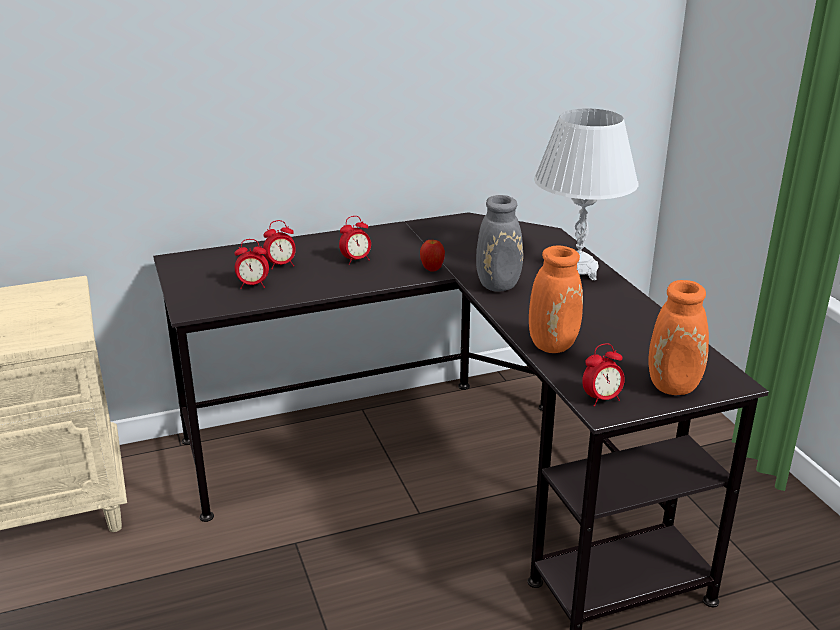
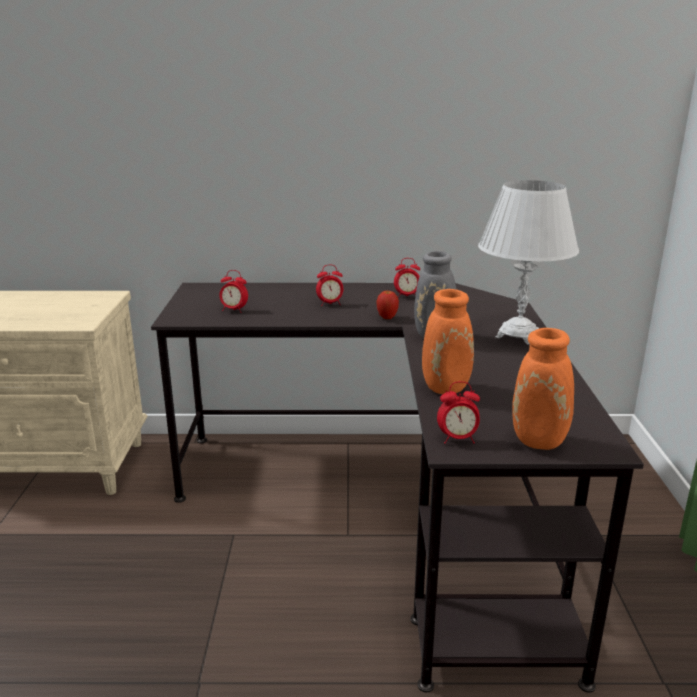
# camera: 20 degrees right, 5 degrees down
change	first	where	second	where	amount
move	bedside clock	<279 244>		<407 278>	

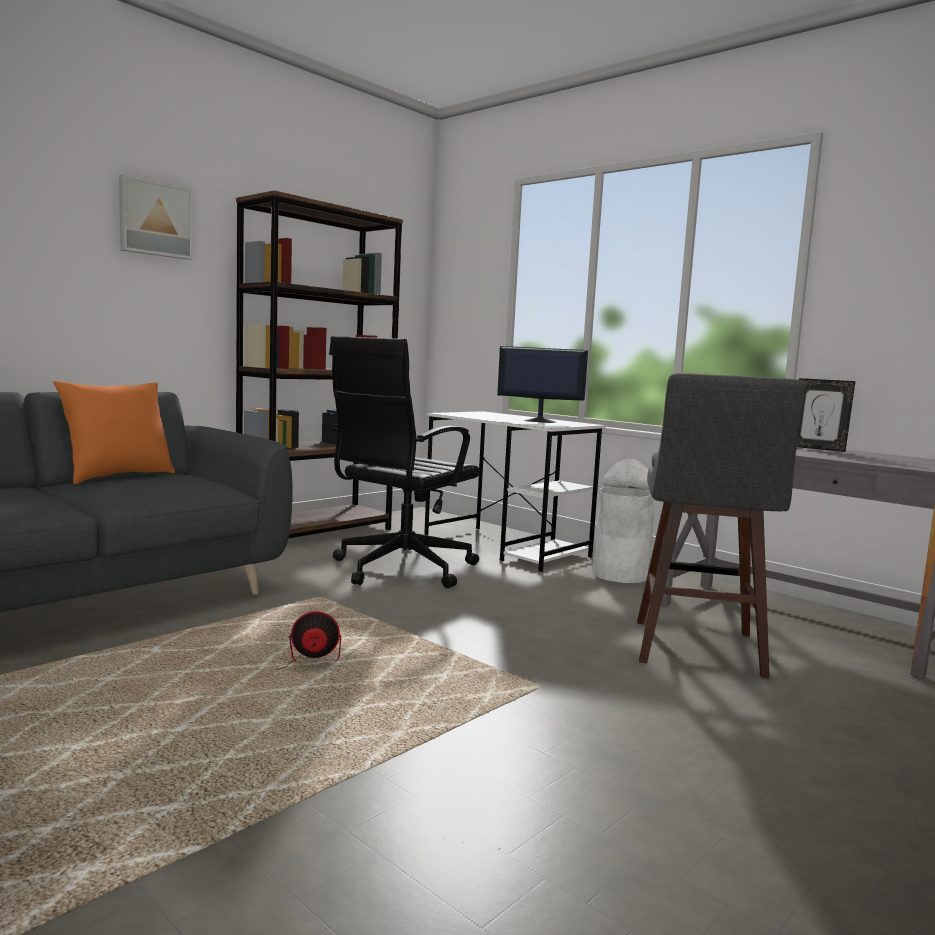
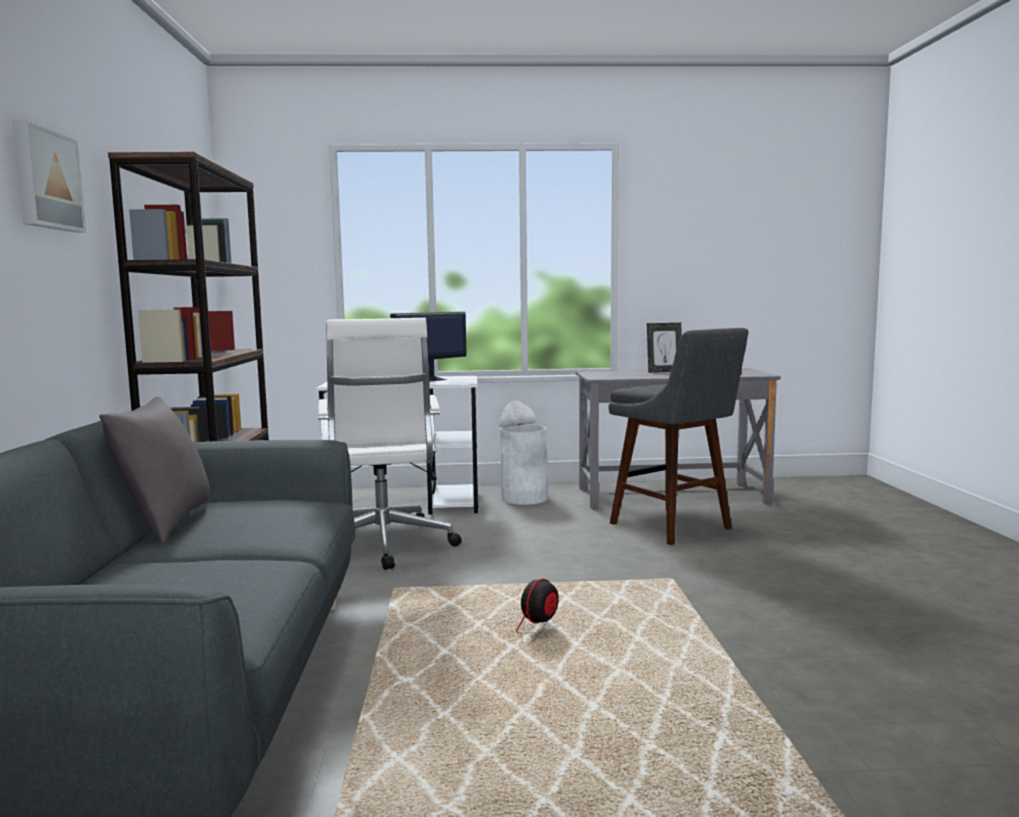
# camera: 45 degrees left, 0 degrees up
change	first	where	second	where	amount
recolor	orange-coloured throw pillow	<114 432>	greyish throw pillow	<154 470>	
recolor	blackish desk chair	<404 462>	whitish desk chair	<390 444>	

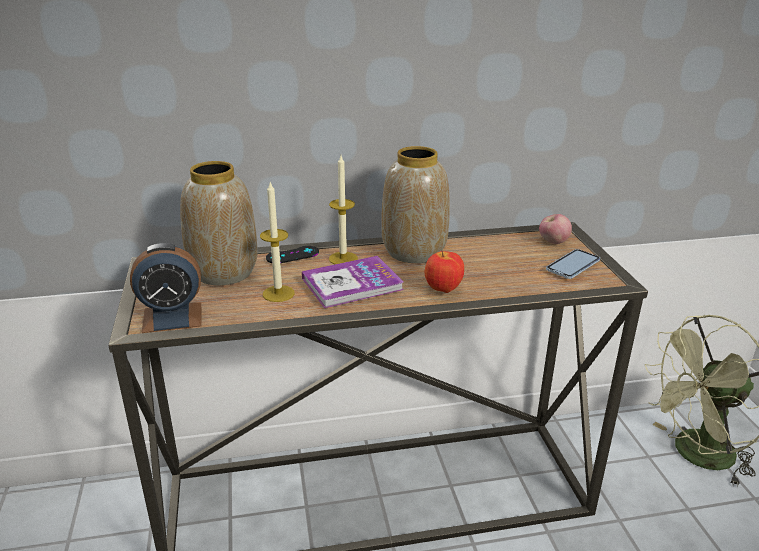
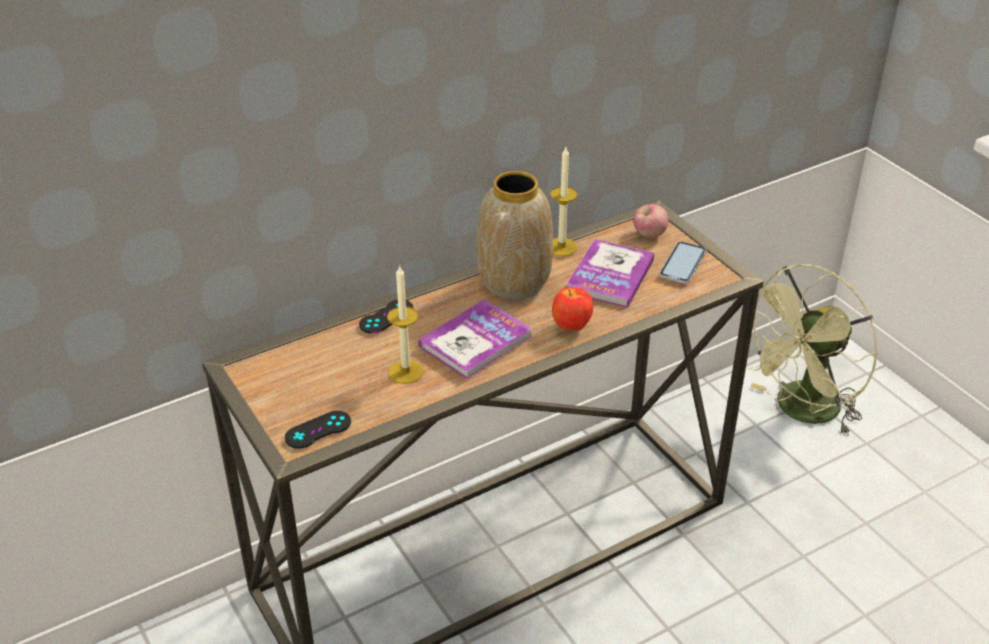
# camera: 20 degrees left, 10 degrees up
change	first	where	second	where	amount
delete	vase	<218 223>			
insert			book	<610 273>	
move	wax light	<343 210>		<563 201>	
replace	bedside clock	<166 288>	blackish game controller	<318 430>	

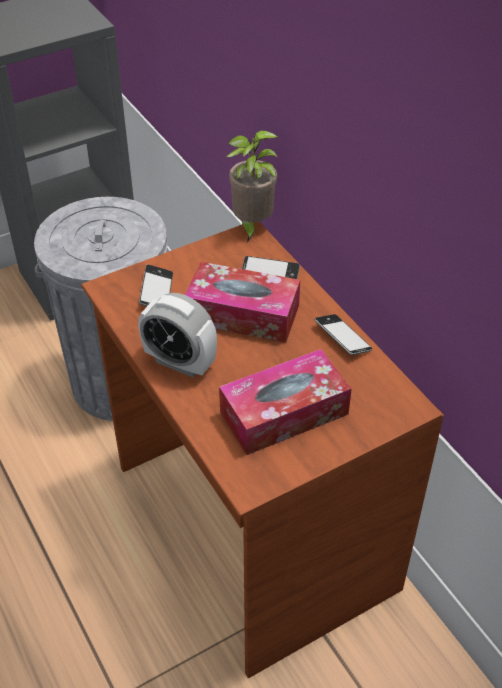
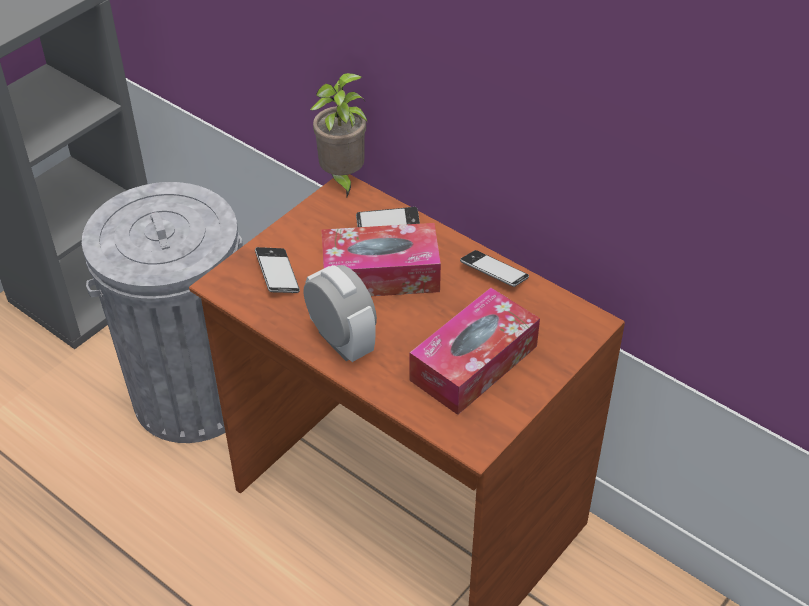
# camera: 20 degrees left, 0 degrees up
change	first	where	second	where	amount
rotate	bedside clock	<177 335>		<340 313>	135 degrees counterclockwise

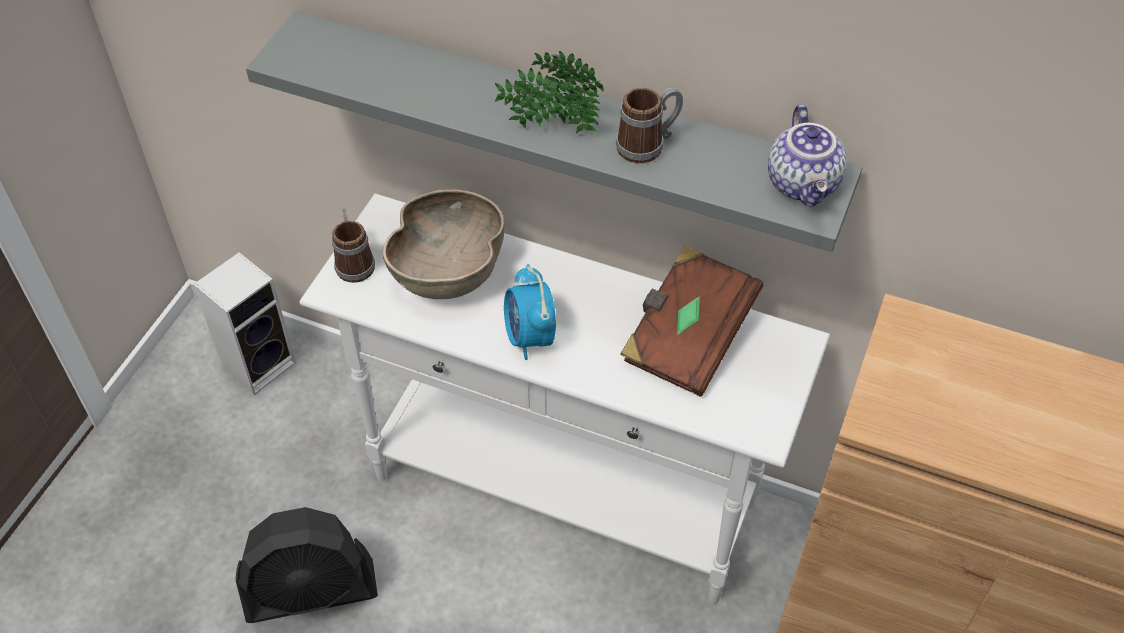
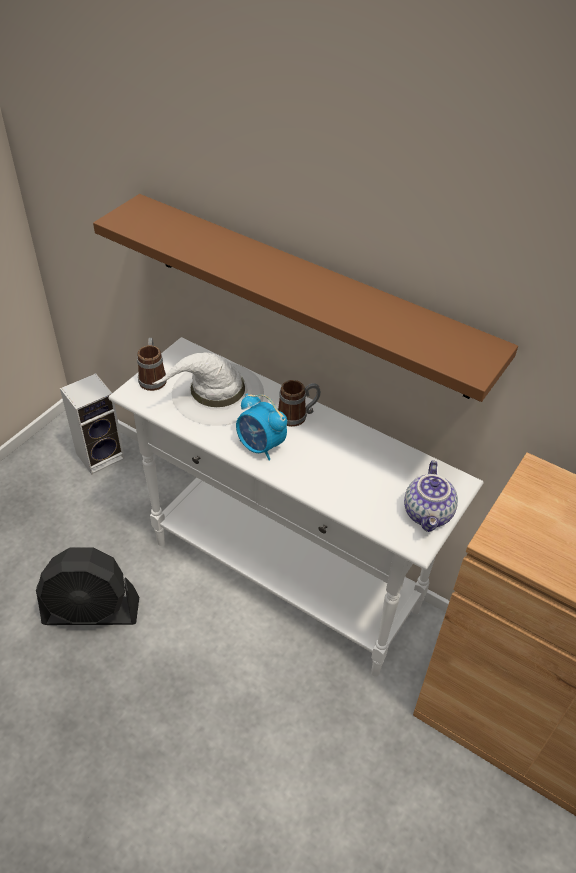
# camera: 10 degrees right, 5 degrees down
change	first	where	second	where	amount
delete	potted plant	<549 92>			
delete	brown-coloured book	<692 321>			
move	coffee mug	<649 125>		<299 403>	
move	teapot	<807 155>		<431 496>	
replace	brown-coloured bowl	<443 244>	whitish clothing hat	<208 389>	
recolor	greyish shelf	<554 131>	brown-coloured shelf	<305 298>	
rotate	bedside clock	<530 312>		<261 427>	45 degrees counterclockwise

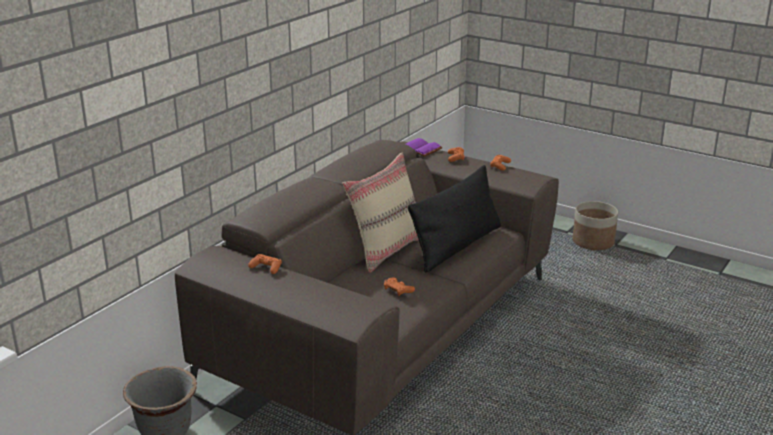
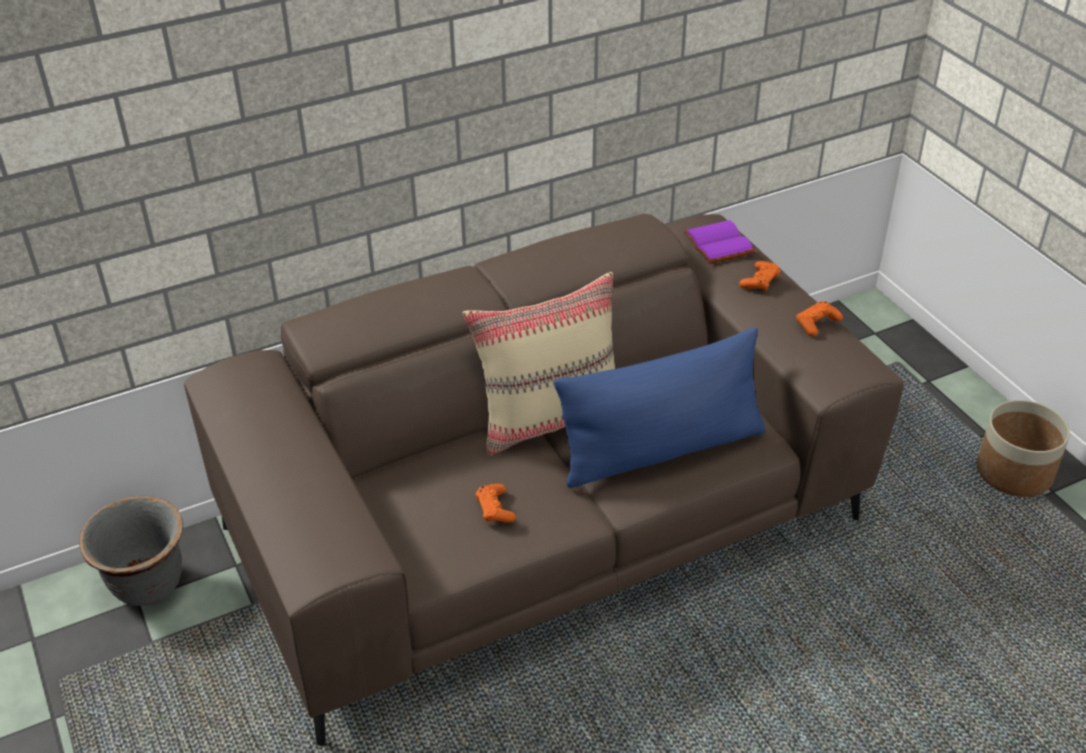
# camera: 30 degrees right, 15 degrees up
change	first	where	second	where	amount
delete	orange-coloured game controller	<265 264>			
recolor	blackish throw pillow	<454 219>	blue throw pillow	<660 408>	

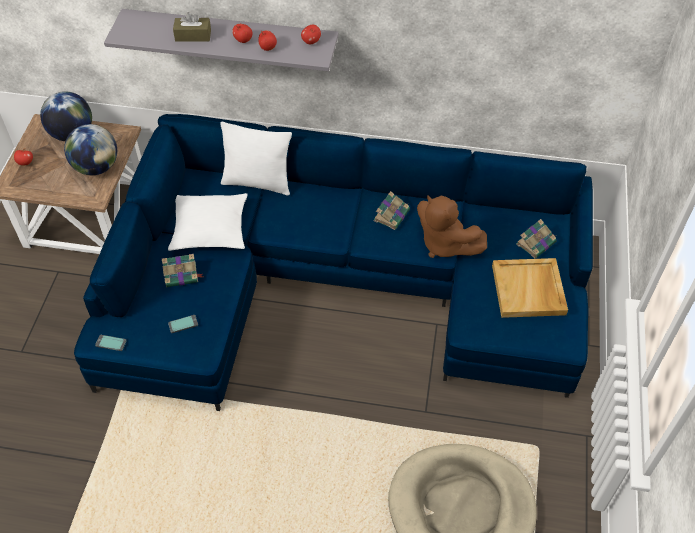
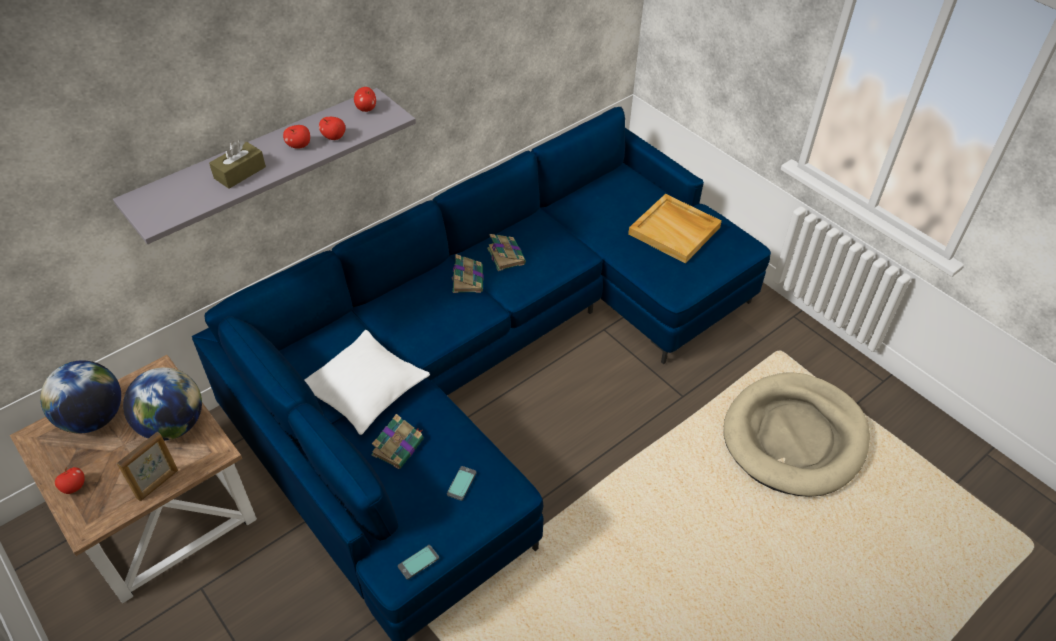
# camera: 50 degrees left, 5 degrees down
change	first	where	second	where	amount
delete	whitish throw pillow	<256 159>			
delete	brown-coloured soft toy	<452 226>			
insert			picture frame	<147 466>	
move	book	<536 238>		<467 273>	

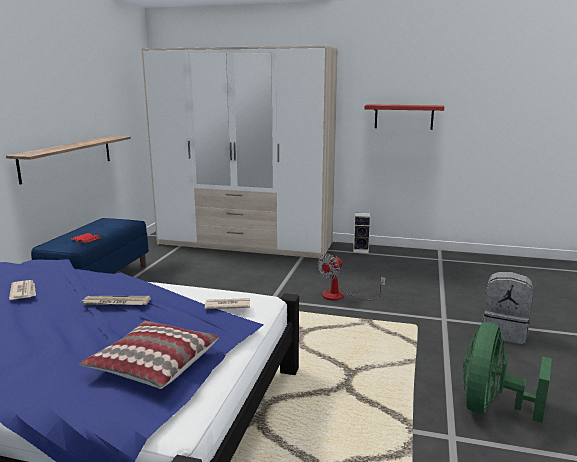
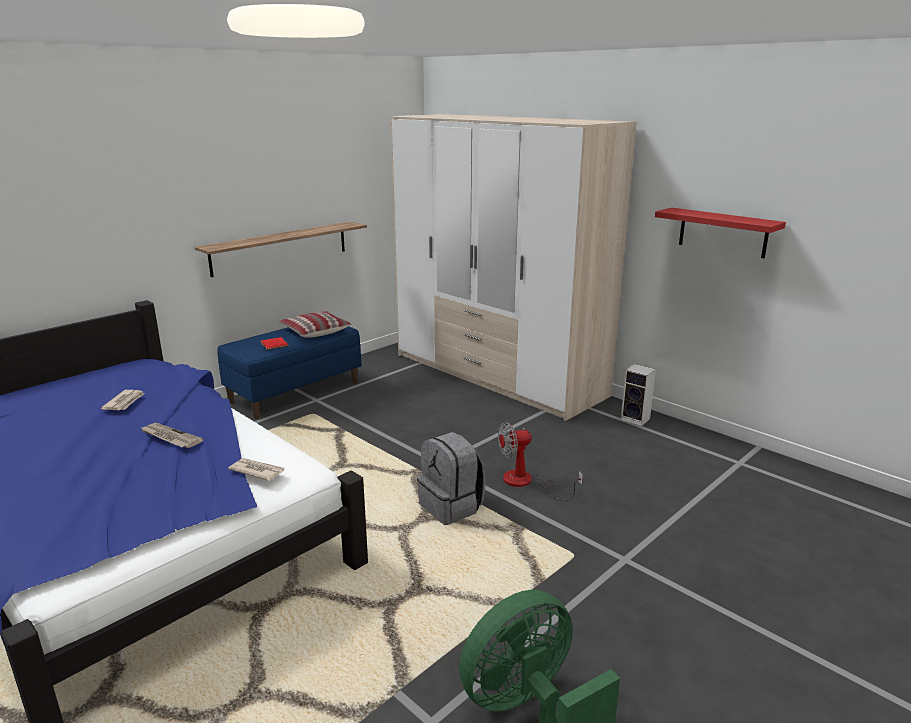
# camera: 30 degrees right, 5 degrees up
change	first	where	second	where	amount
move	throw pillow	<149 354>		<315 324>	
move	greyish rucksack	<507 308>		<451 478>	

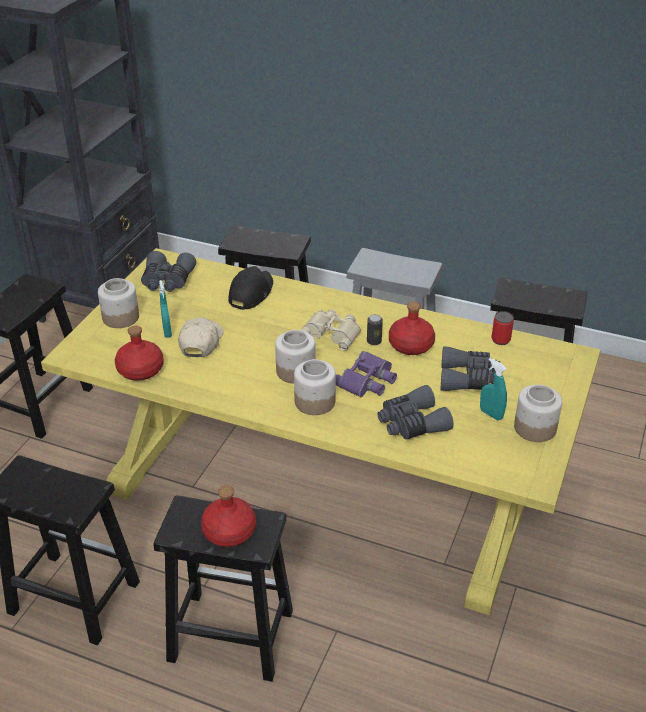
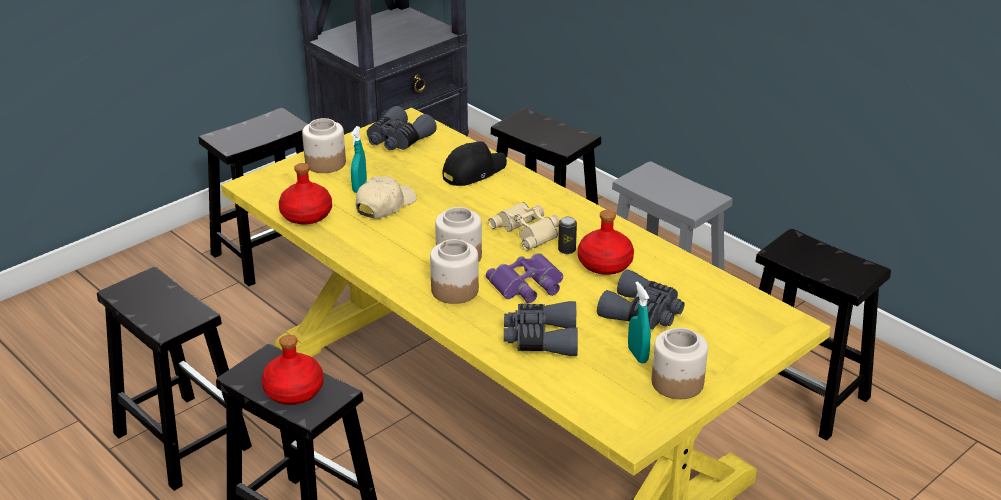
# camera: 25 degrees right, 5 degrees down
change	first	where	second	where	amount
delete	can	<503 328>			

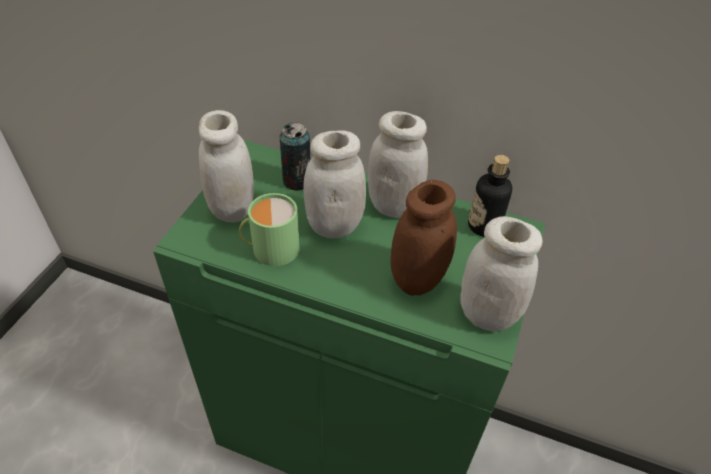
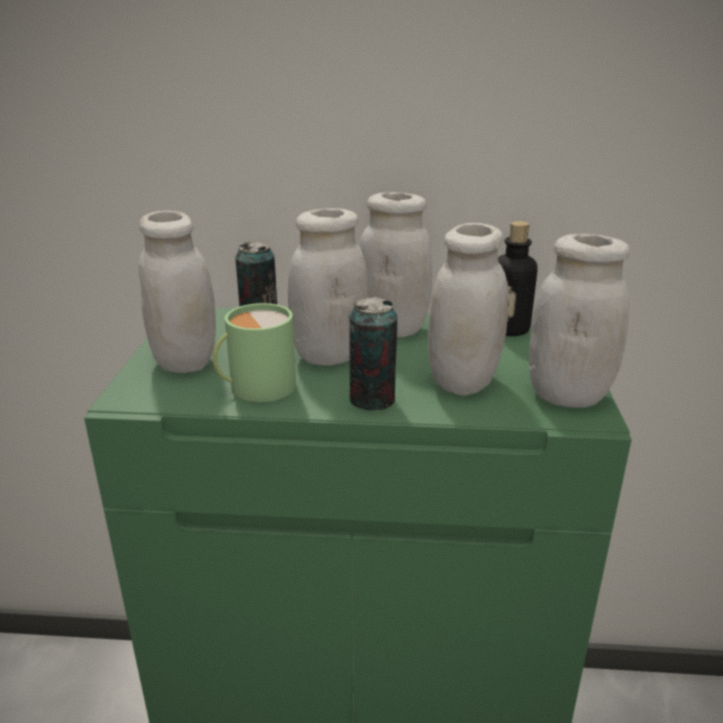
# camera: 15 degrees left, 20 degrees down
change	first	where	second	where	amount
insert			can	<373 354>	
recolor	brown-coloured jar	<424 238>	whitish jar	<468 309>	

